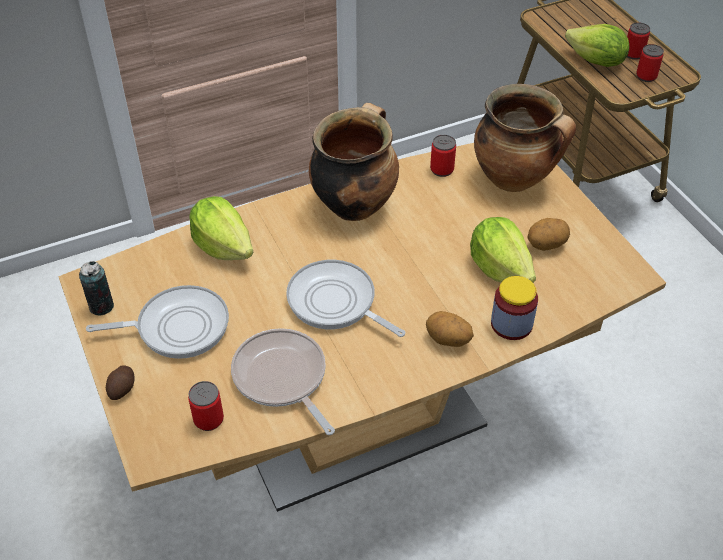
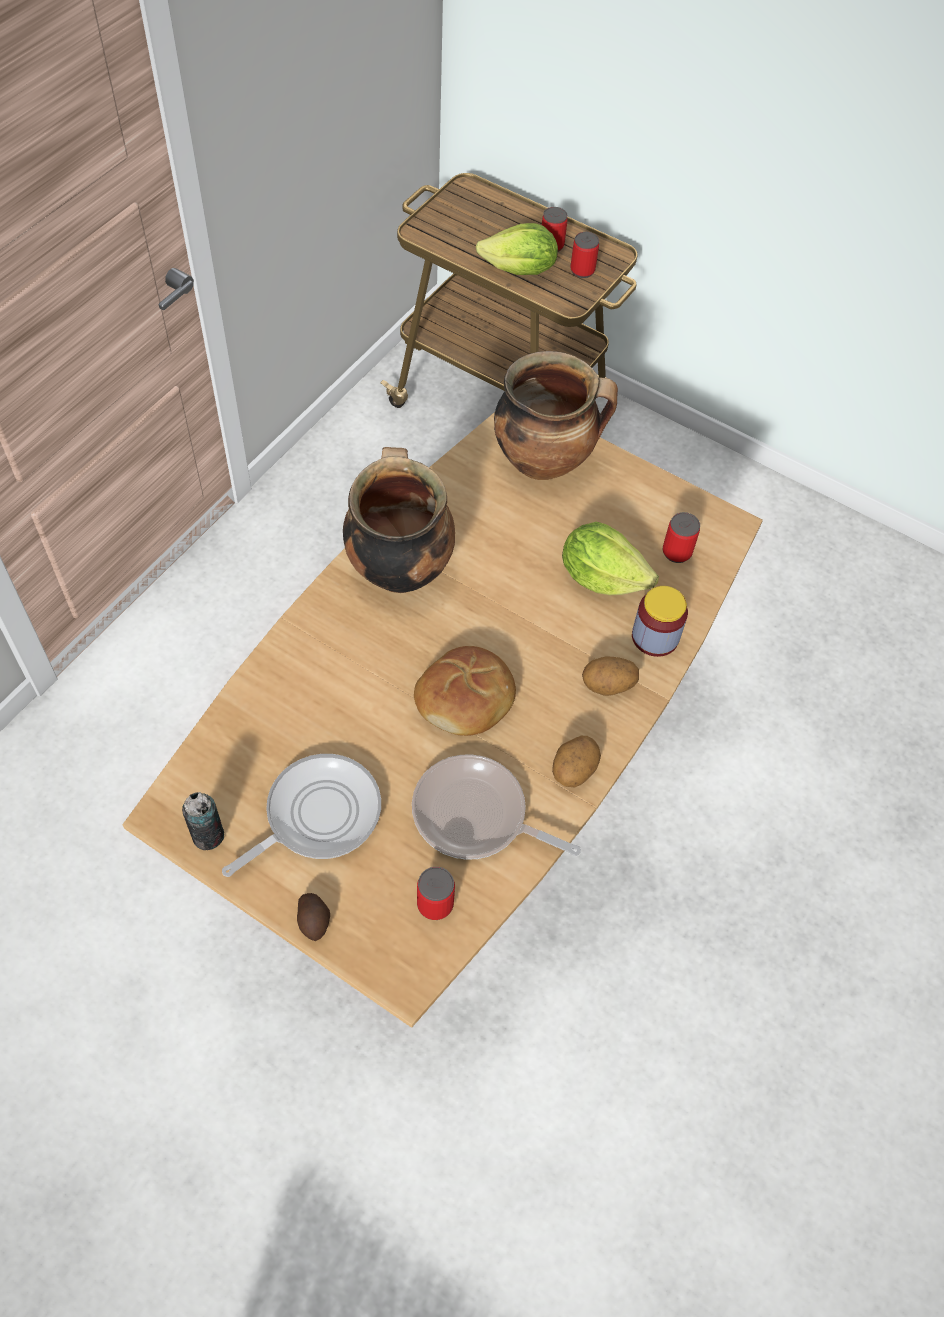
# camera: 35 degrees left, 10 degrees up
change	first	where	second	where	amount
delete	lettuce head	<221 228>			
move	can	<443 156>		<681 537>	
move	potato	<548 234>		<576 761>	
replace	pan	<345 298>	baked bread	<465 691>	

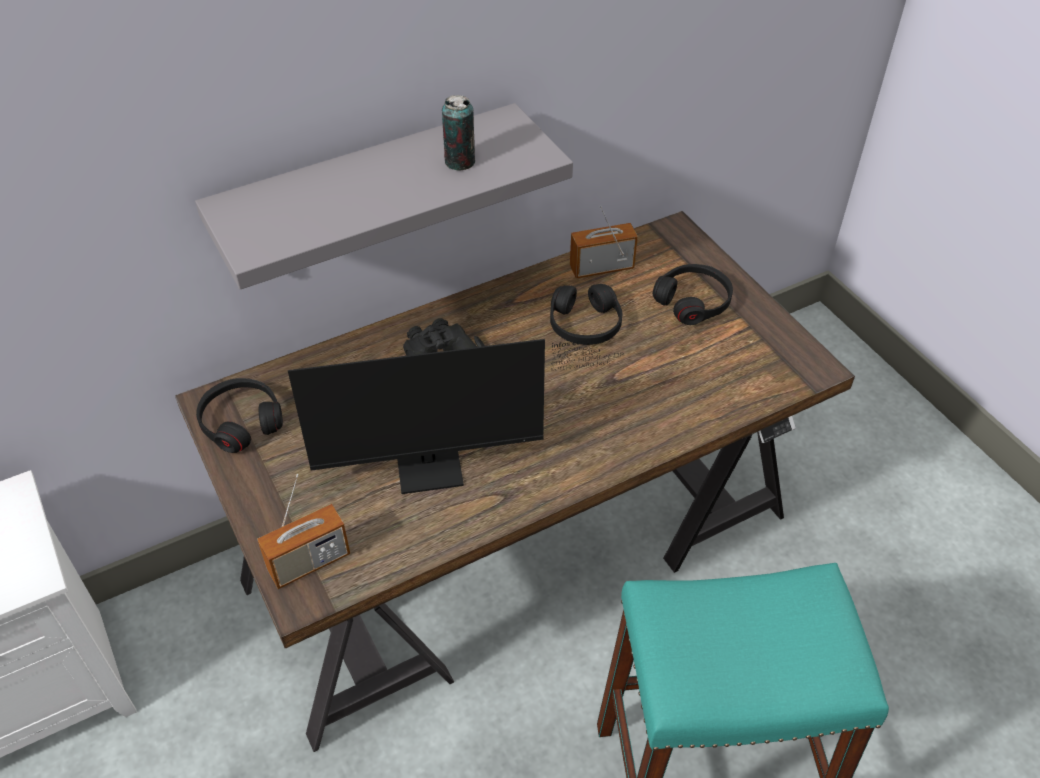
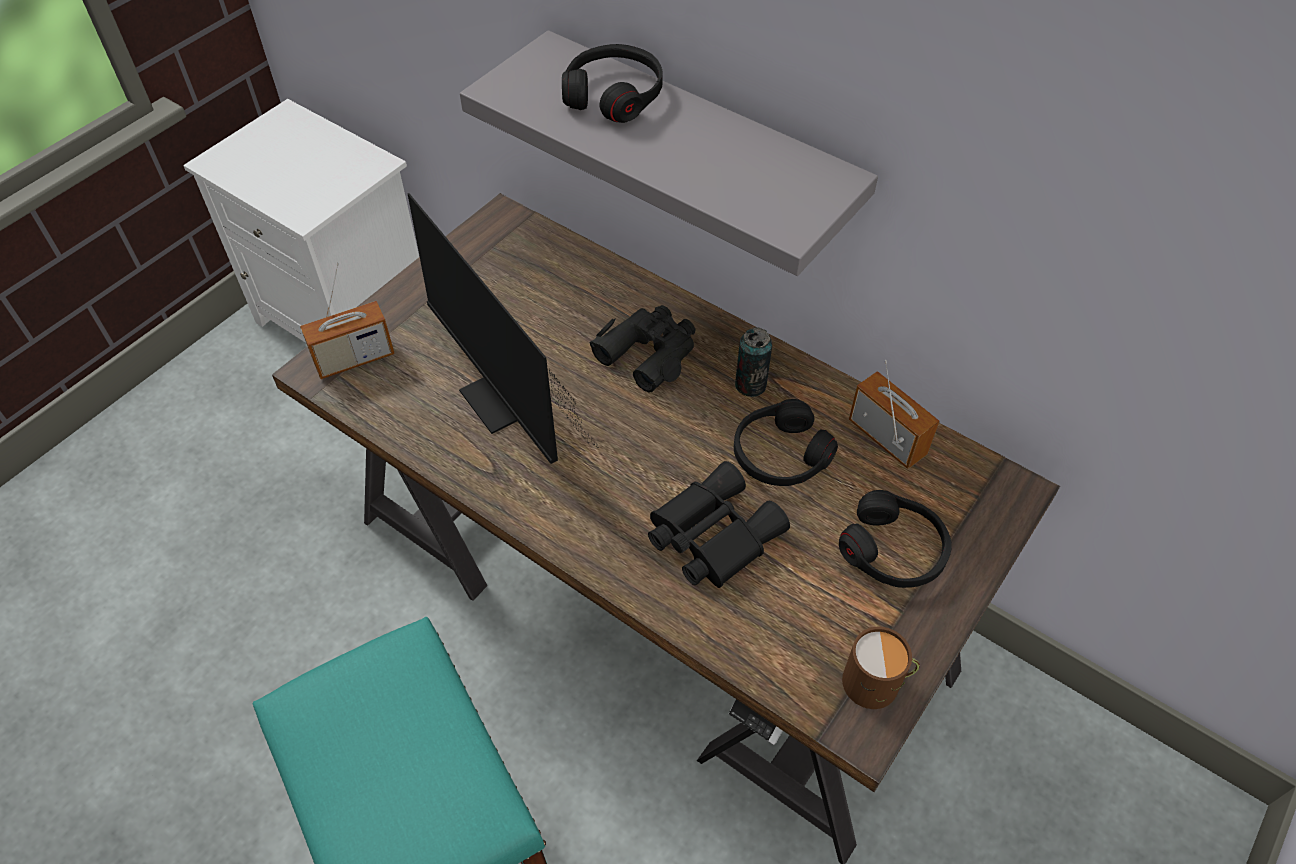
# camera: 65 degrees right, 5 degrees up
change	first	where	second	where	amount
insert			blackish binoculars	<719 524>	
insert			brown-coloured coffee mug	<881 668>	
move	blackish pair of headphones	<239 415>		<612 83>	
move	can	<458 133>		<753 362>	
rotate	radio receiver	<303 531>		<347 320>	60 degrees counterclockwise

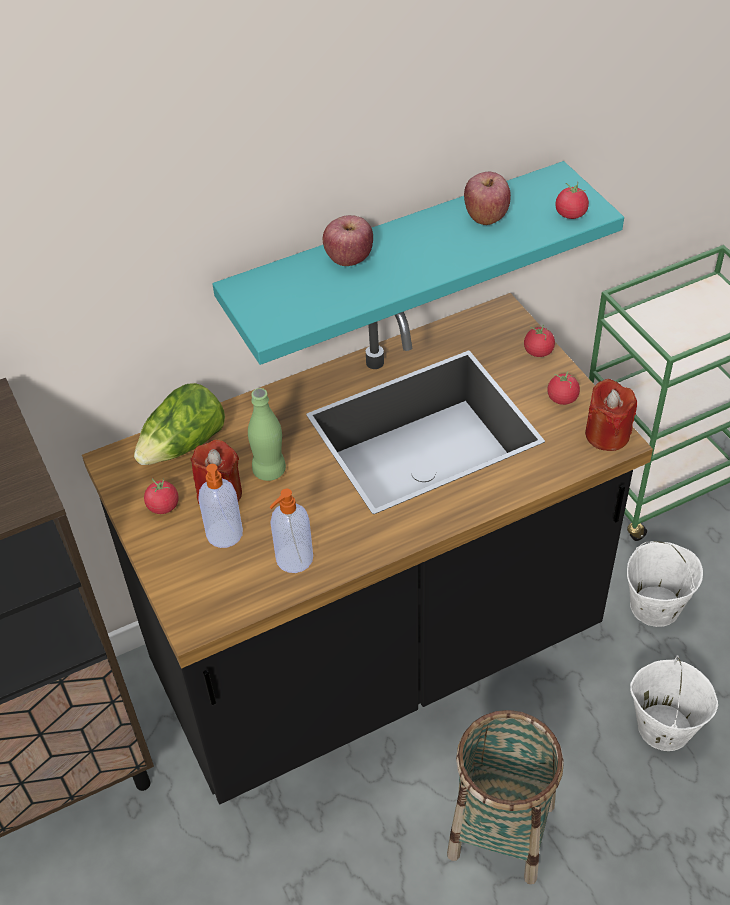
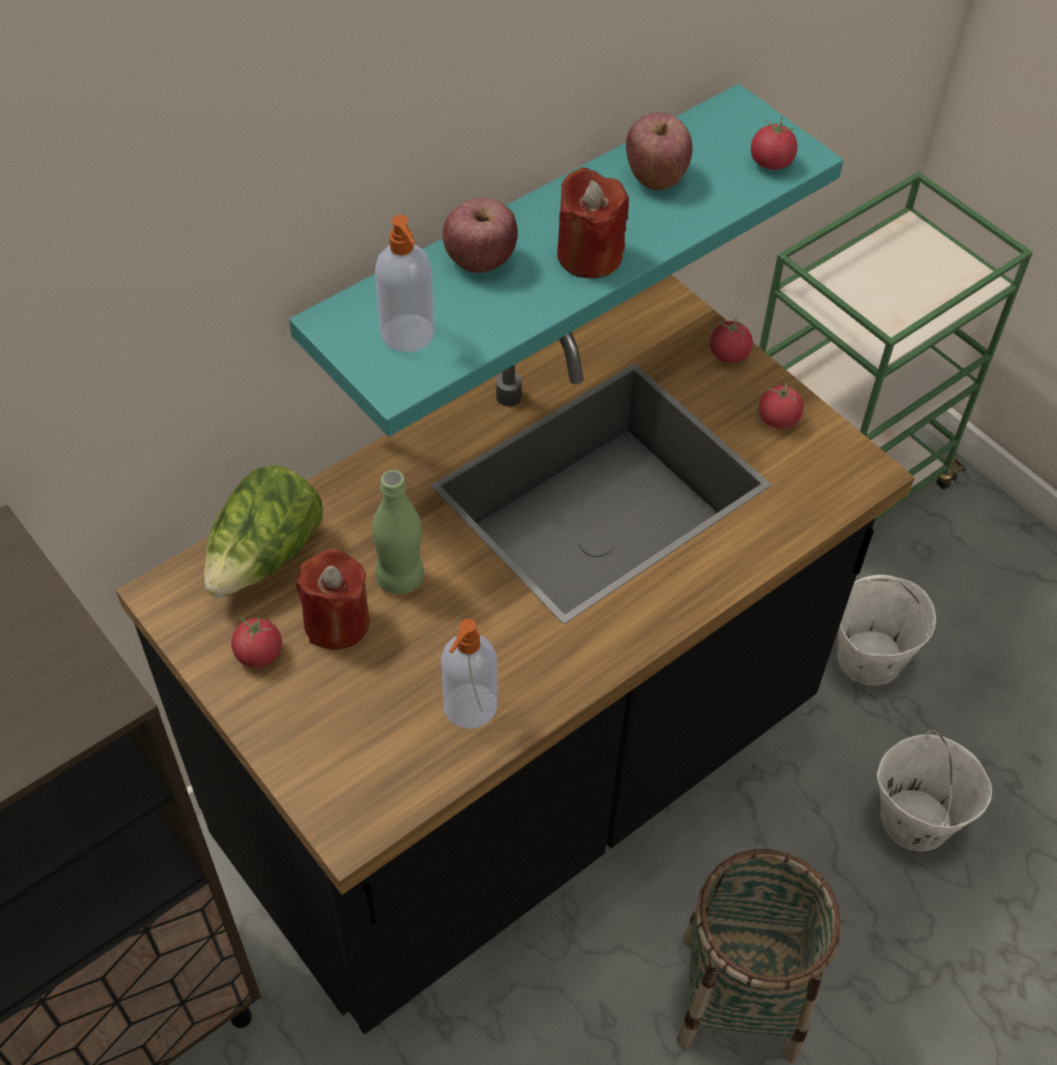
# camera: 15 degrees left, 5 degrees up
change	first	where	second	where	amount
move	soap bottle	<220 506>		<405 284>	
move	red-coloured wax light	<611 414>		<593 222>	

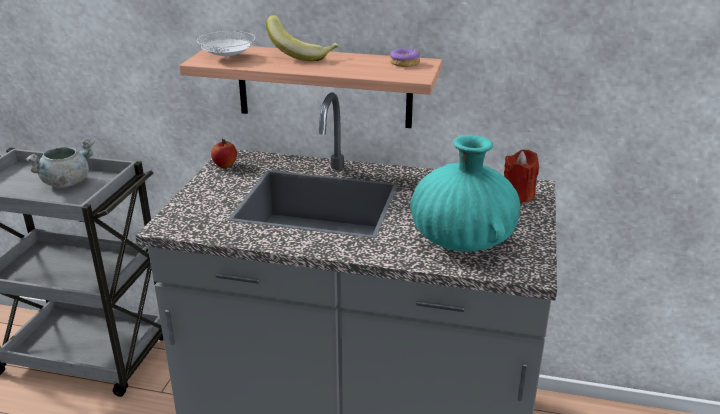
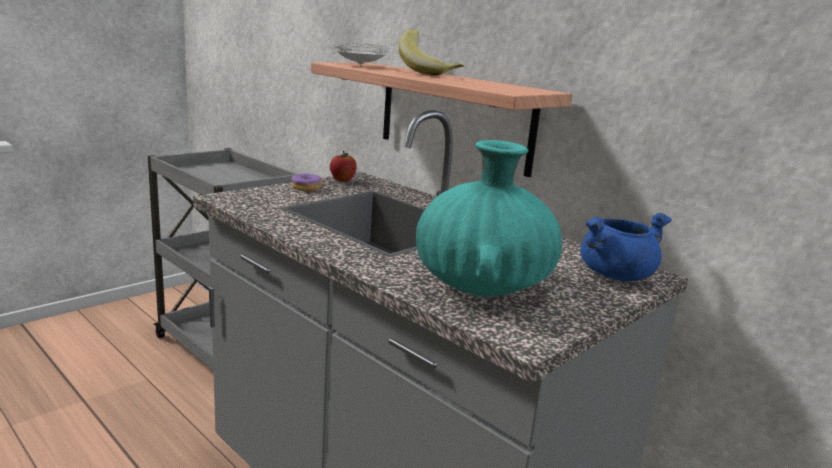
# camera: 30 degrees right, 10 degrees down
change	first	where	second	where	amount
delete	greyish saucepot	<60 163>			
move	ring doughnut	<405 57>		<306 182>	
replace	red-coloured wax light	<521 176>	blue saucepot	<626 247>	

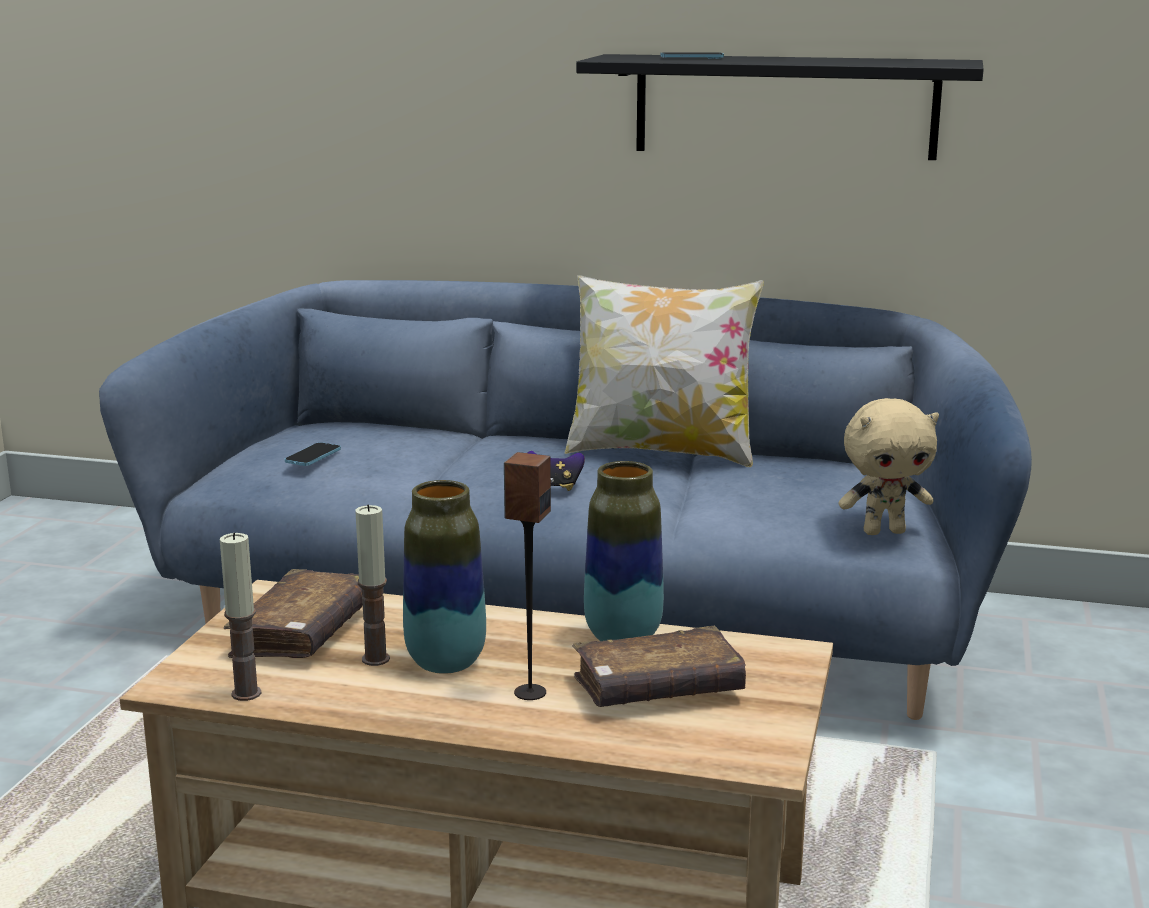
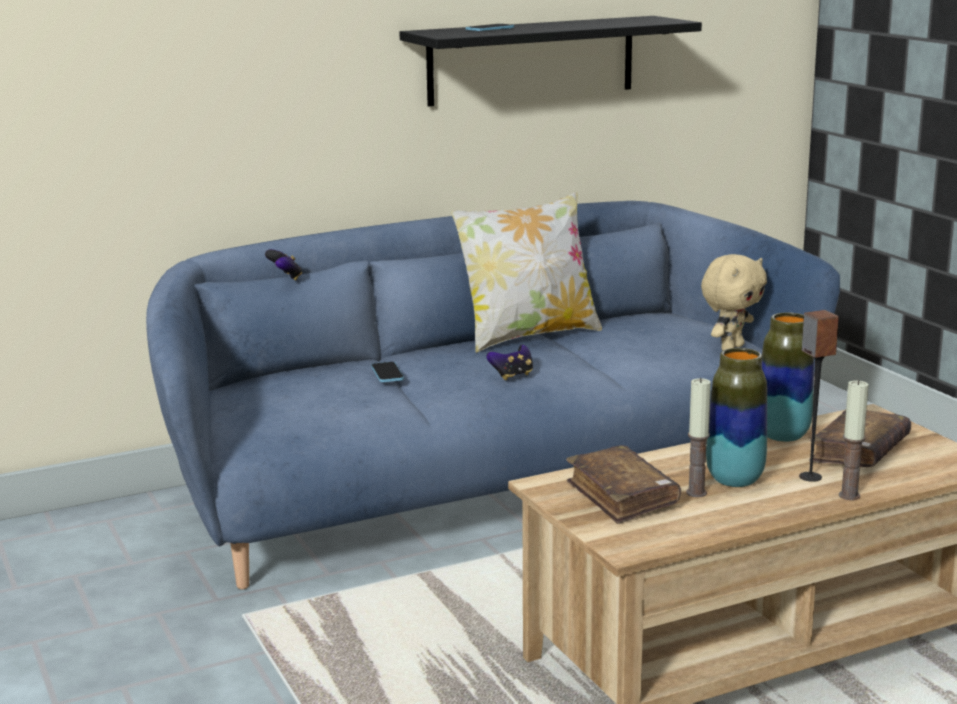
# camera: 40 degrees left, 0 degrees up
change	first	where	second	where	amount
insert			game controller	<283 264>	
move	wax light	<240 617>		<854 440>	
move	phone	<313 454>		<387 372>	

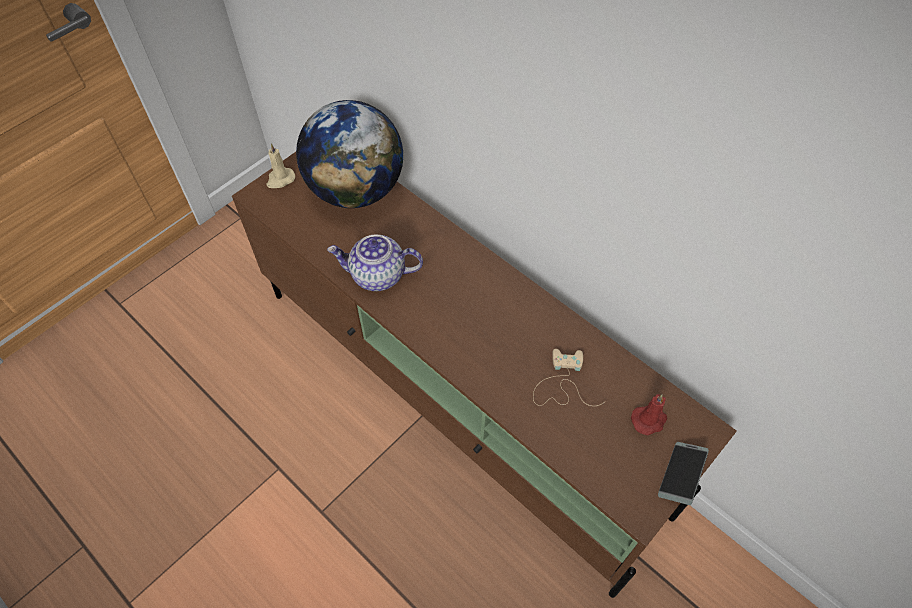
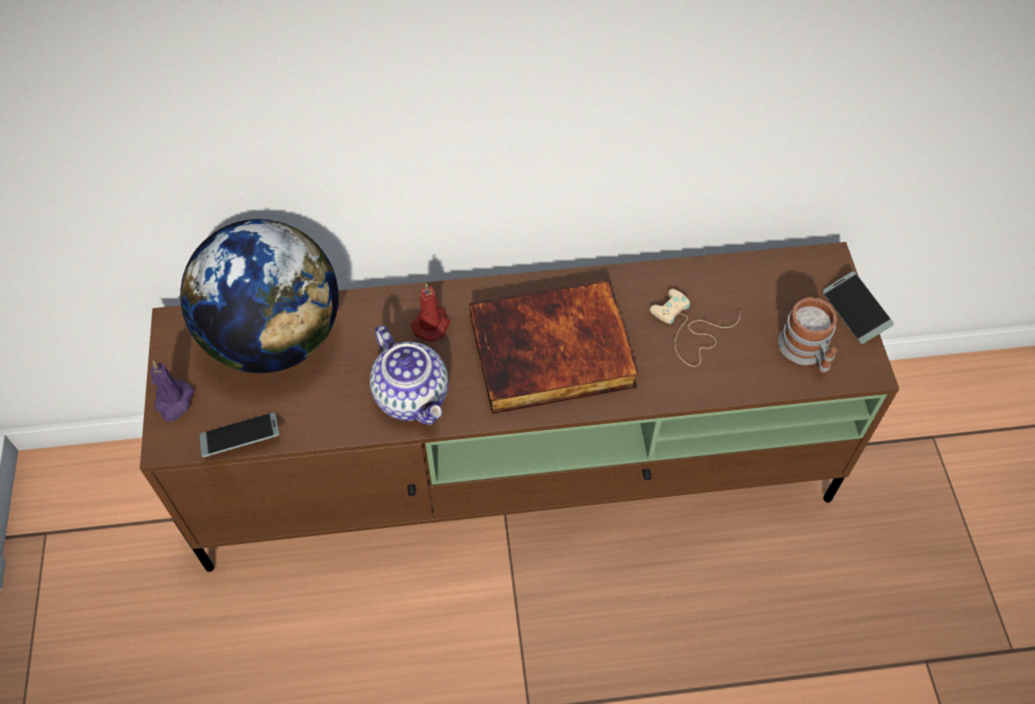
# camera: 50 degrees left, 0 degrees up
change	first	where	second	where	amount
insert			phone	<239 435>	
insert			book	<554 347>	
insert			coffee mug	<807 335>	
move	red-coloured wax light	<649 414>		<430 312>	
recolor	beige-coloured wax light	<280 166>	purple-coloured wax light	<172 391>	
rotate	teapot	<375 262>		<409 375>	75 degrees counterclockwise

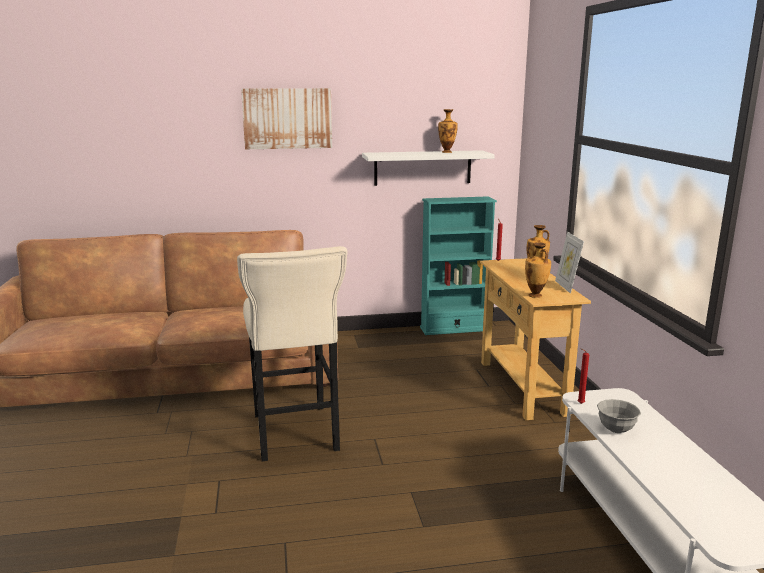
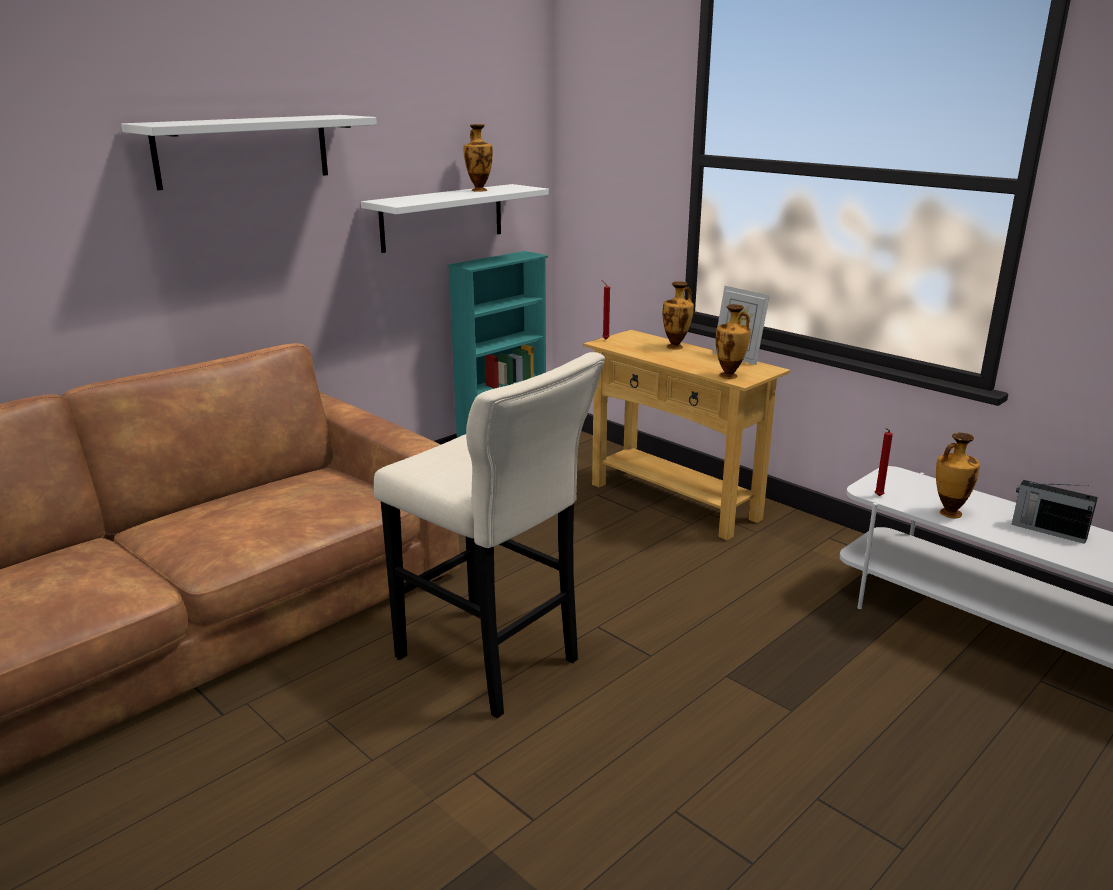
# camera: 35 degrees left, 5 degrees up
change	first	where	second	where	amount
insert			radio receiver	<1055 512>	
replace	picture	<286 118>	whitish shelf	<249 152>	
replace	greyish bowl	<619 416>	vase	<958 475>	

